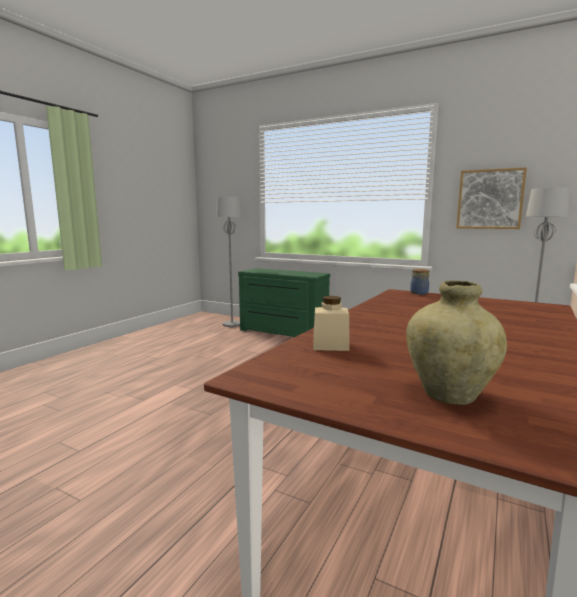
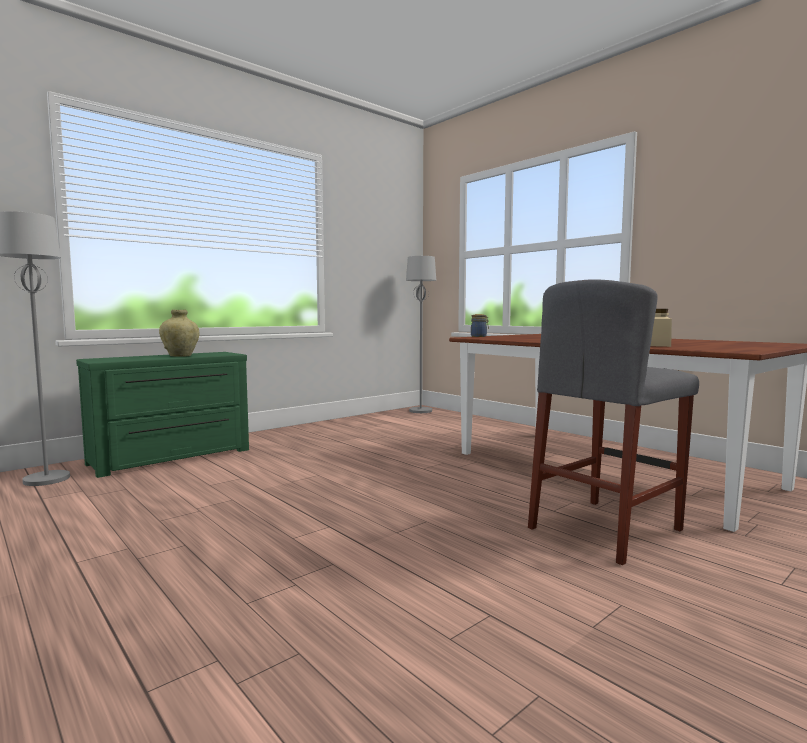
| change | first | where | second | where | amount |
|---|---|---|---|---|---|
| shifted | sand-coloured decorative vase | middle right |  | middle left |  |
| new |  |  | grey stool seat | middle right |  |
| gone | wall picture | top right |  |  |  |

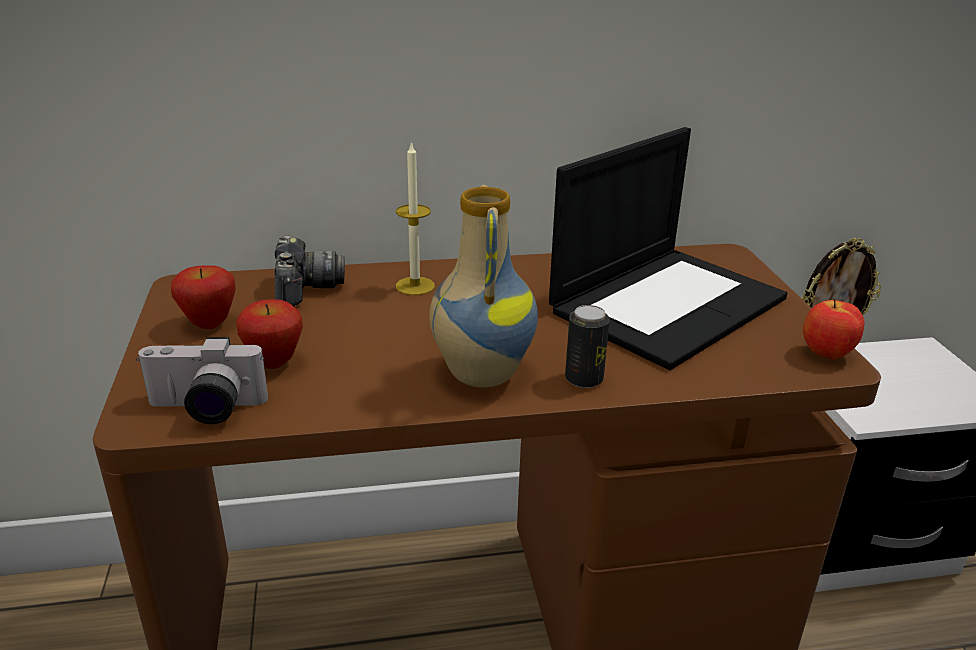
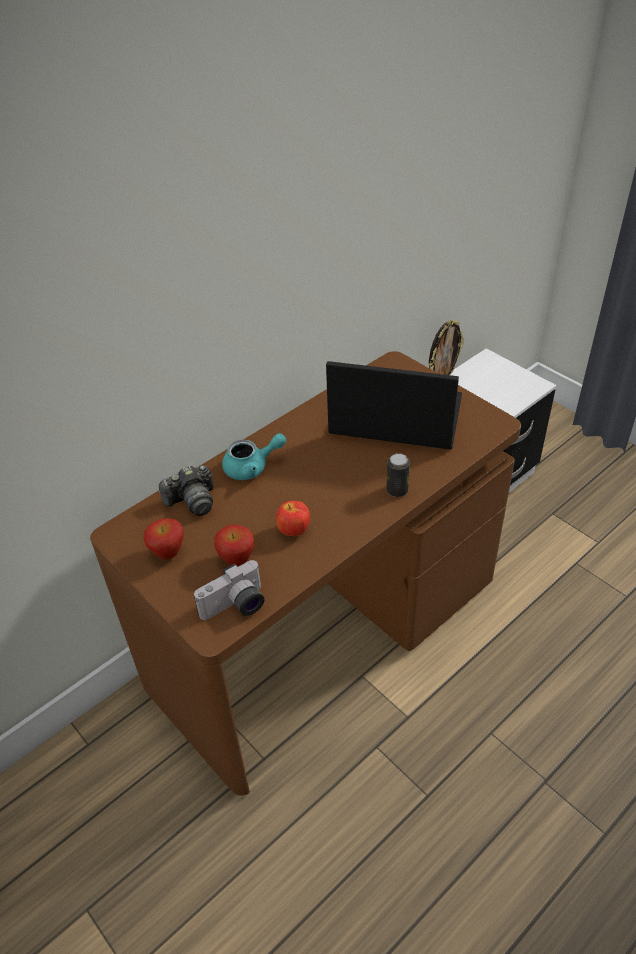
| change | first | where | second | where | amount |
|---|---|---|---|---|---|
| rotated | photo camera (no. 2 from left in the first image) | middle left | photo camera (no. 1 from left) | middle left | 105 degrees clockwise |
| swapped | wax light | centre | turquoise tea pot | centre |  |
| shifted | apple (no. 3 from left) | middle right |  | centre |  |
| rotated | laptop | middle right |  | centre | 90 degrees counterclockwise |
| gone | decorative vase | centre |  |  |  |

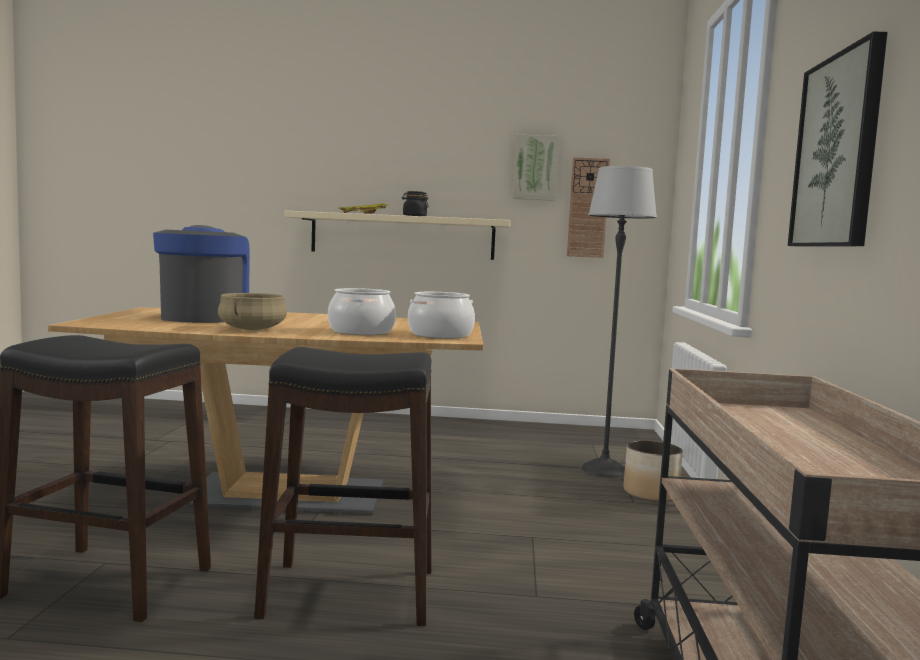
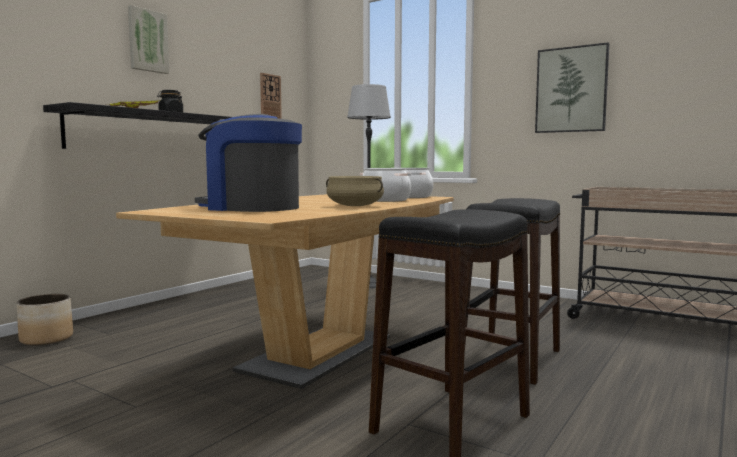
| change | first | where | second | where | amount |
|---|---|---|---|---|---|
| shifted | plant pot | bottom right |  | bottom left |  |
| repainted | sand-coloured bracket shelf | centre | black bracket shelf | top left |  |
| shifted | wall picture (no. 1 from left) | top centre |  | top left |  |

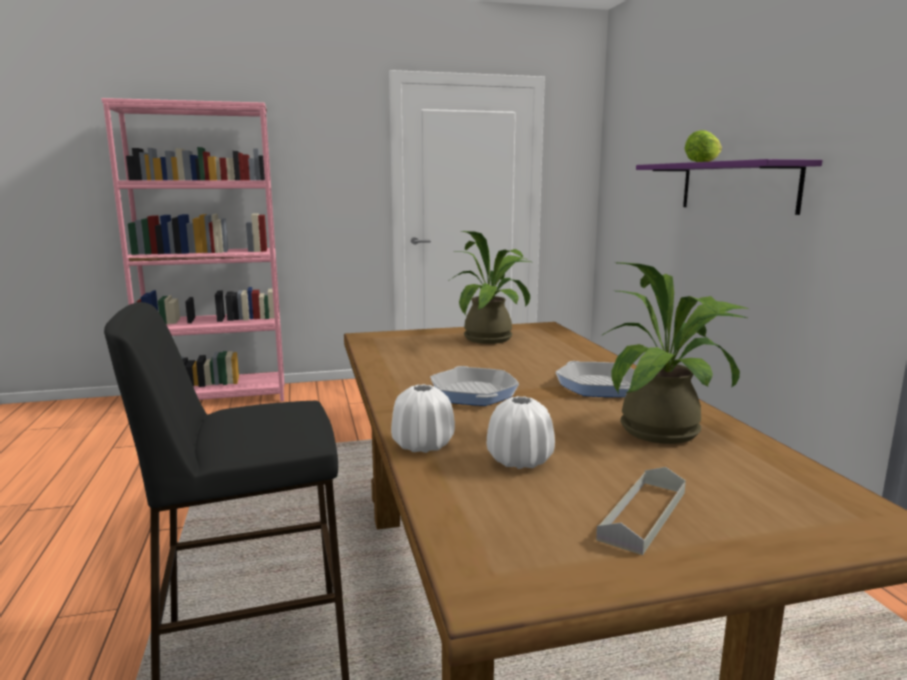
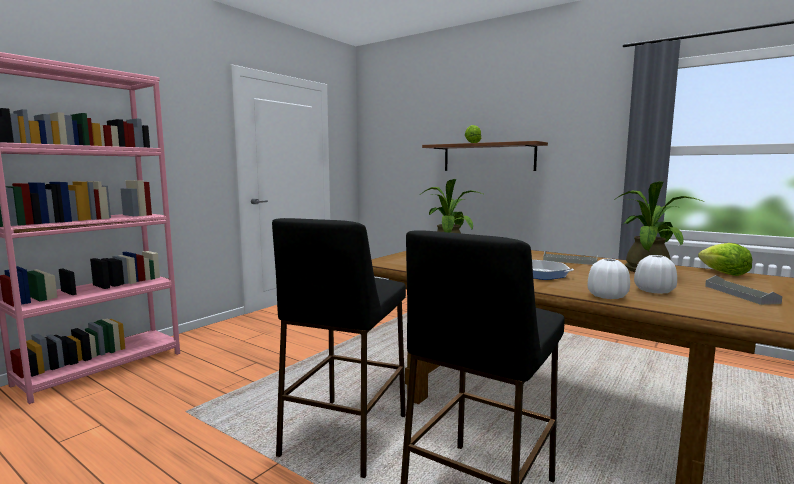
| change | first | where | second | where | amount |
|---|---|---|---|---|---|
| new |  |  | black stool seat (no. 1 from left) | bottom centre |  |
| repainted | purple-coloured bracket shelf | top right | brown bracket shelf | top centre |  |
| swapped | pan (no. 2 from left) | centre | grey serving tray (no. 1 from left) | middle right |  |
| new |  |  | lettuce head (no. 2 from left) | middle right |  |

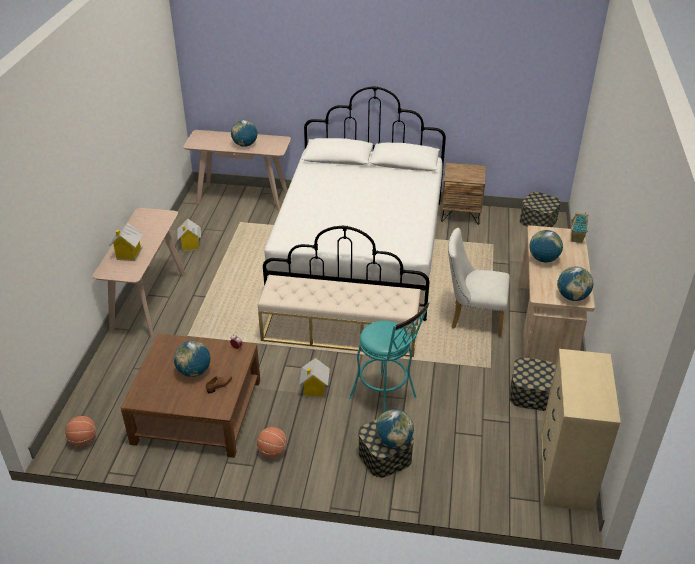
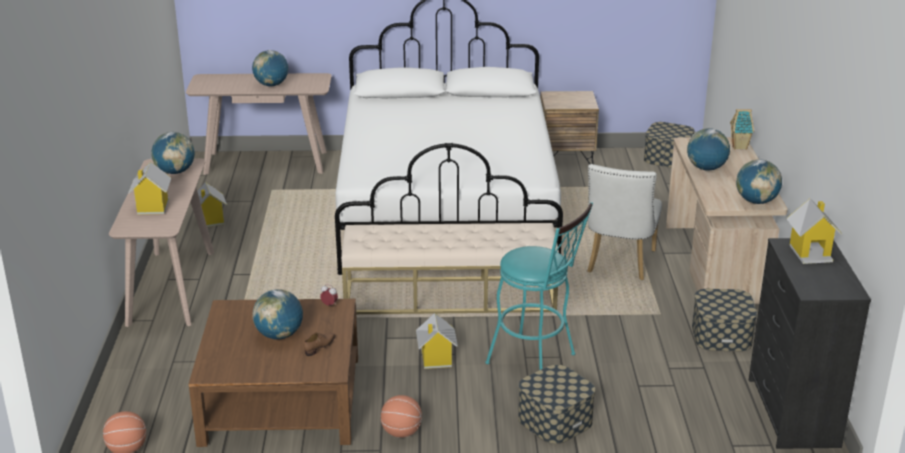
| change | first | where | second | where | amount |
|---|---|---|---|---|---|
| shifted | globe (no. 3 from left in the first image) | bottom centre | globe (no. 1 from left) | middle left |  |
| rotated | white-coloured plain chair | middle right |  | middle right | 75 degrees counterclockwise |
| repainted | sand-coloured drawer chest | bottom right | black drawer chest | bottom right |  |
| new |  |  | model house (no. 5 from left) | middle right |  |

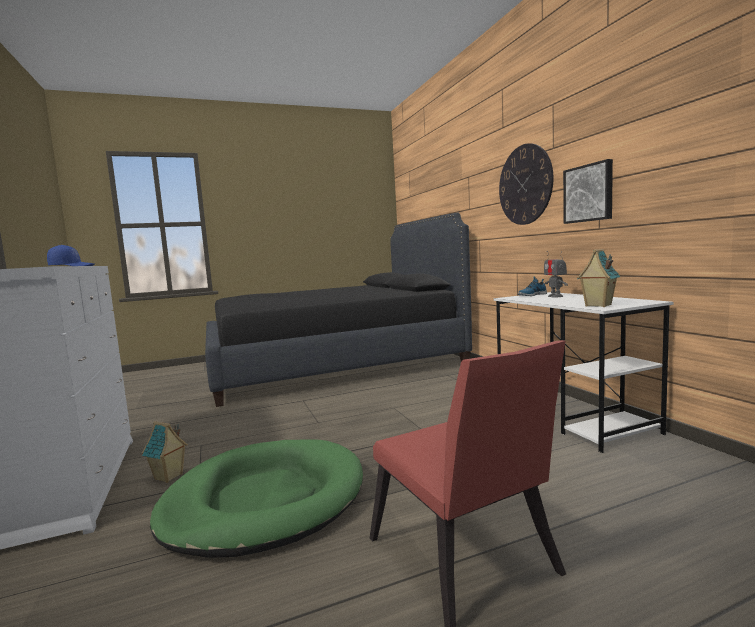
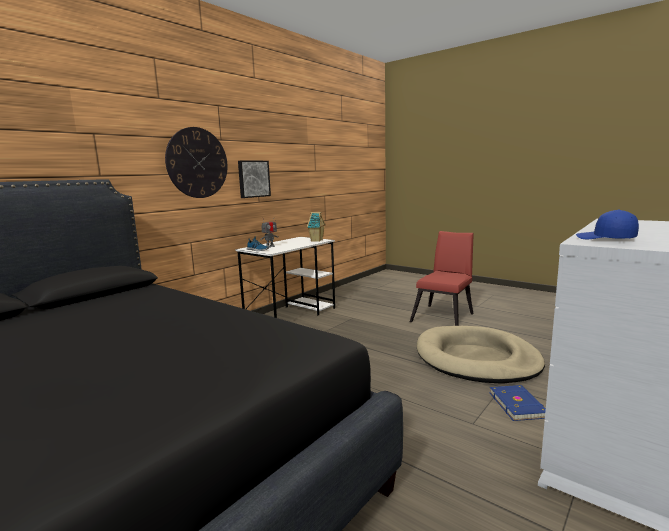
| change | first | where | second | where | amount |
|---|---|---|---|---|---|
| repainted | greenish dog cushion | bottom centre | sand-coloured dog cushion | bottom right |  |
| swapped | model house (no. 1 from left) | bottom left | bluish bound book | bottom right |  |

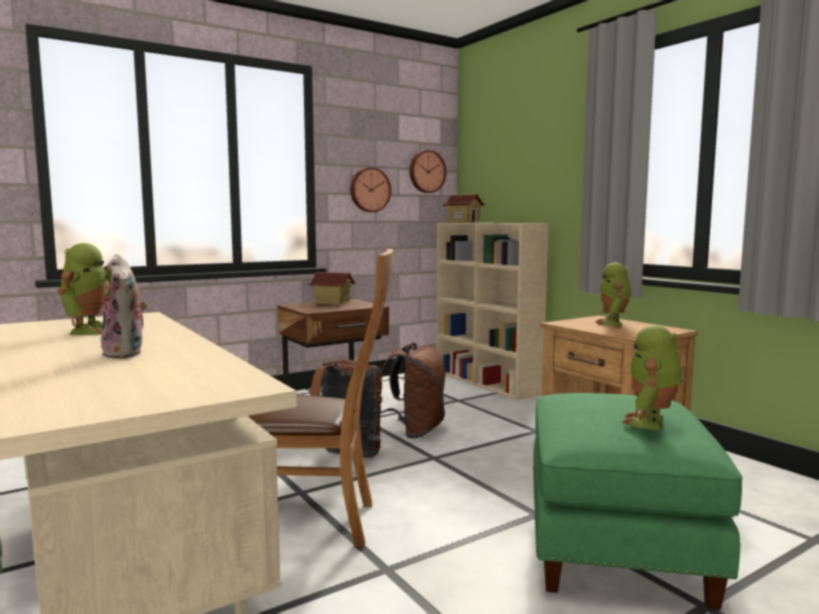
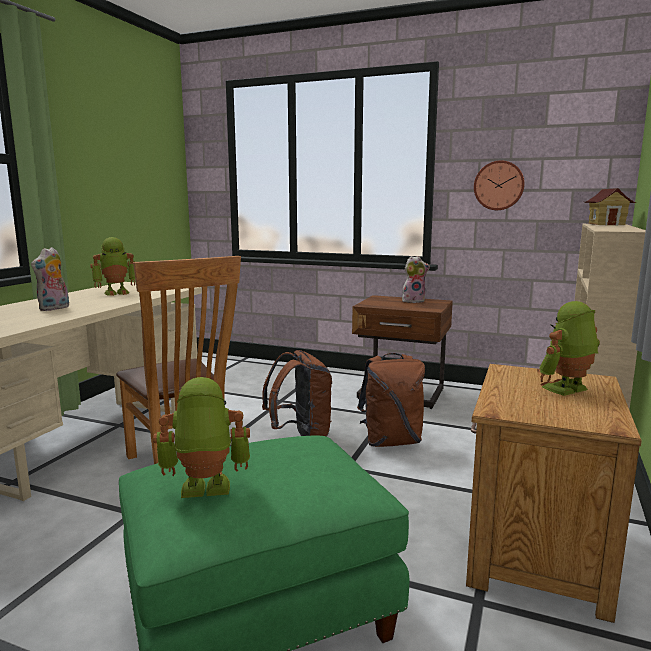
| change | first | where | second | where | amount |
|---|---|---|---|---|---|
| swapped | model house (no. 1 from left) | centre | cuddly toy (no. 2 from left) | centre |  |
| gone | hanging clock (no. 2 from left) | top centre |  |  |  |

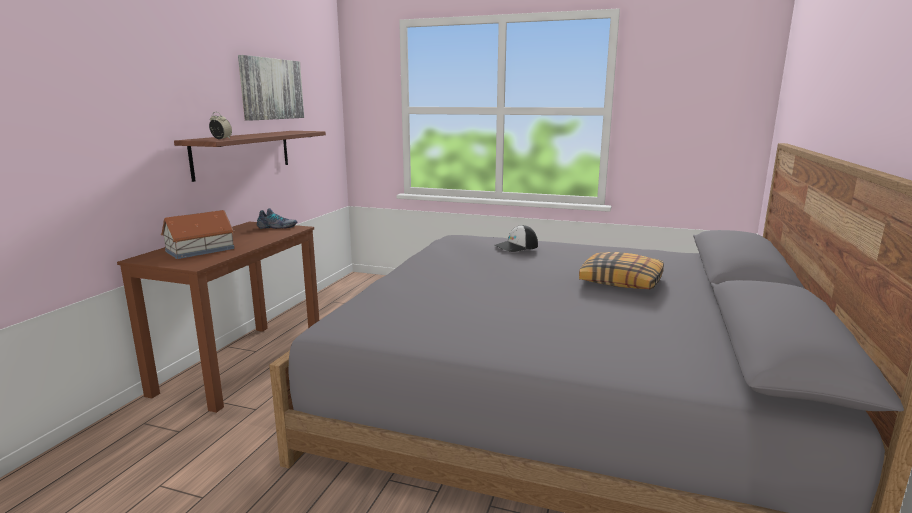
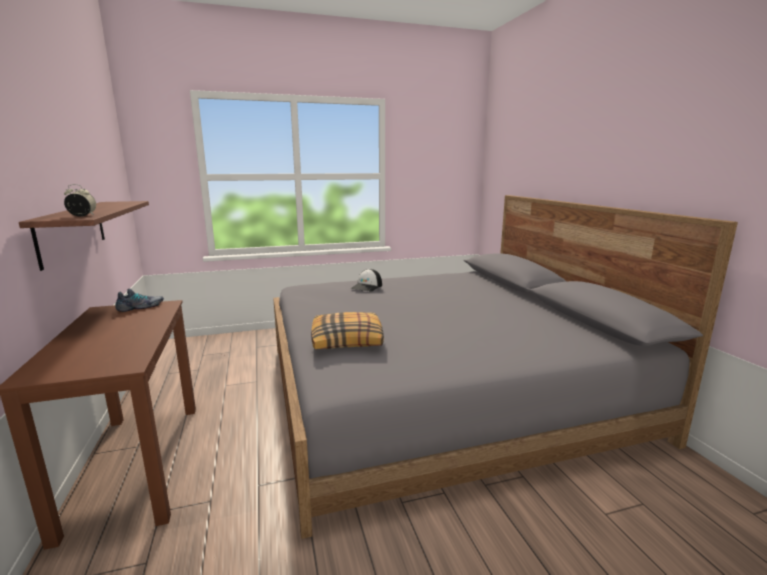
| change | first | where | second | where | amount |
|---|---|---|---|---|---|
| shifted | cushion | middle right |  | centre |  |
| gone | model house | middle left |  |  |  |
| gone | wall picture | top left |  |  |  |

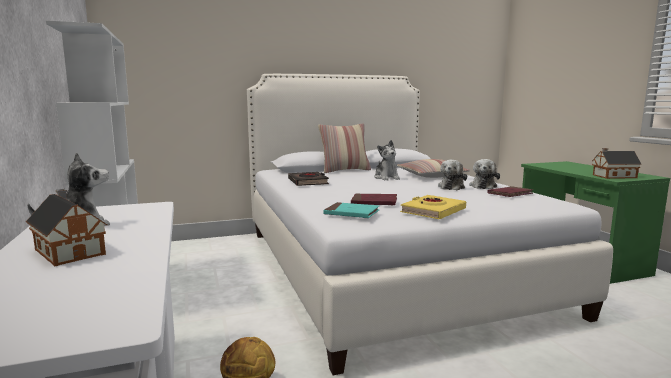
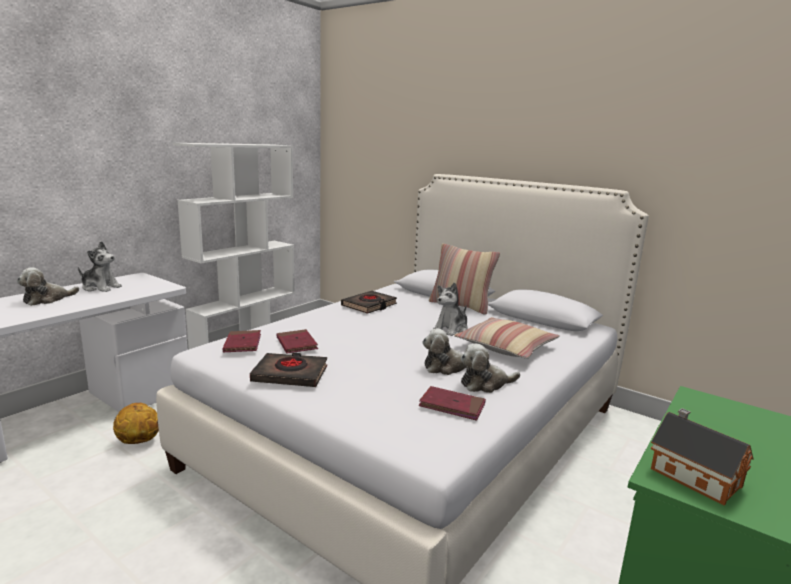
| change | first | where | second | where | amount |
|---|---|---|---|---|---|
| swapped | model house (no. 1 from left) | middle left | cuddly toy (no. 1 from left) | middle left |  |
| repainted | turquoise bound book | centre | red bound book (no. 1 from left) | middle left |  |
| repainted | yellowish bound book | centre | black bound book (no. 1 from left) | centre |  |

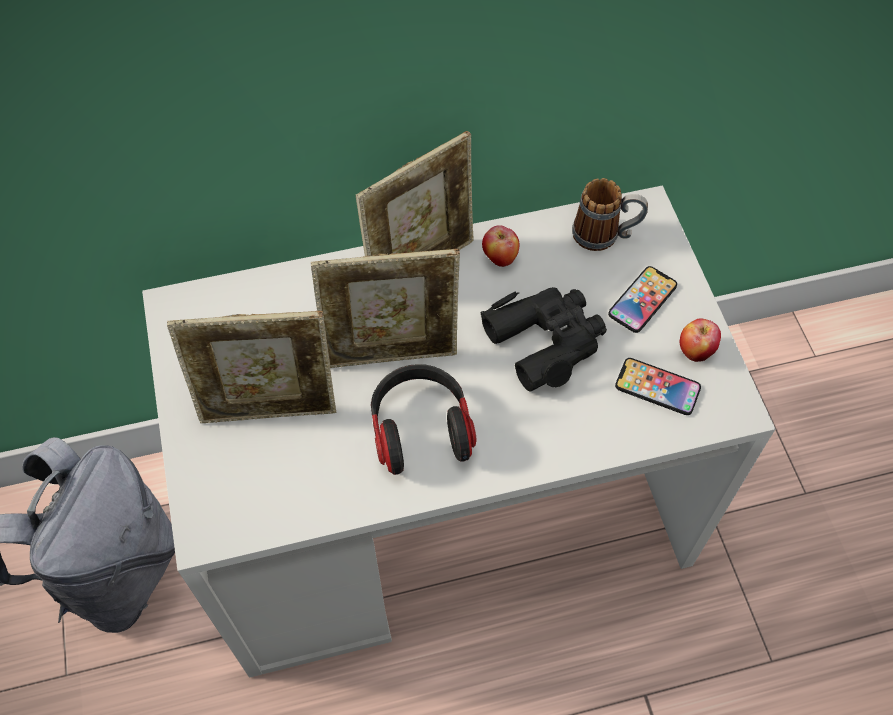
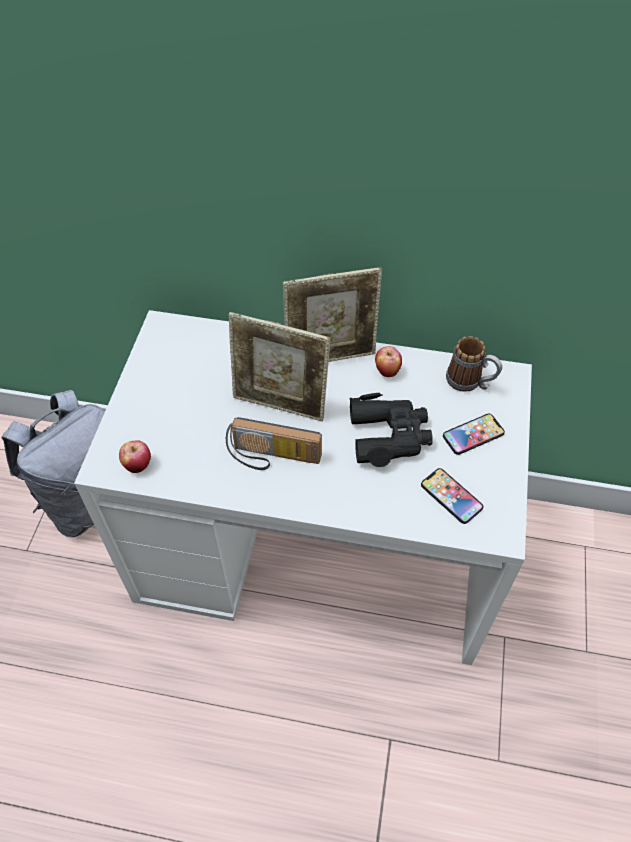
| change | first | where | second | where | amount |
|---|---|---|---|---|---|
| shifted | apple (no. 2 from left in the first image) | middle right | apple (no. 1 from left) | middle left |  |
| swapped | headphones | centre | radio set | centre |  |
| gone | photo frame (no. 1 from left) | middle left |  |  |  |

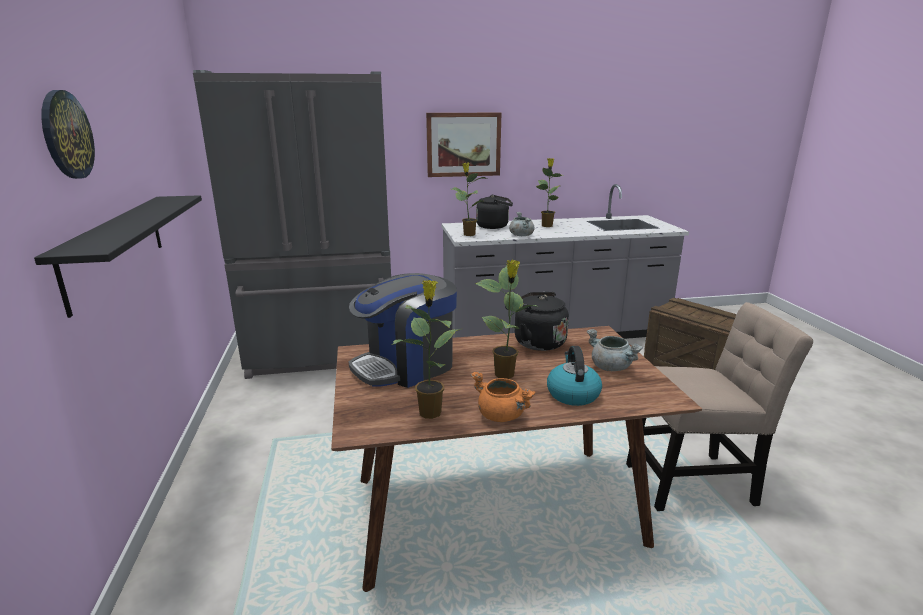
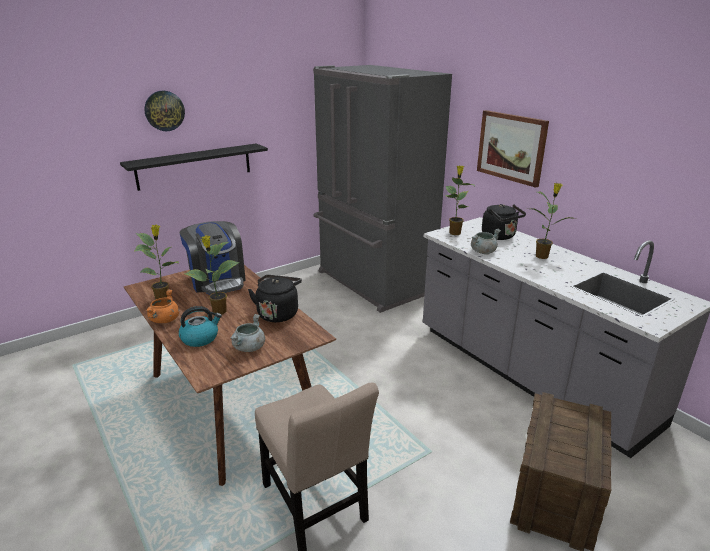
| change | first | where | second | where | amount |
|---|---|---|---|---|---|
| rotated | coffee machine | centre |  | middle left | 150 degrees counterclockwise |

